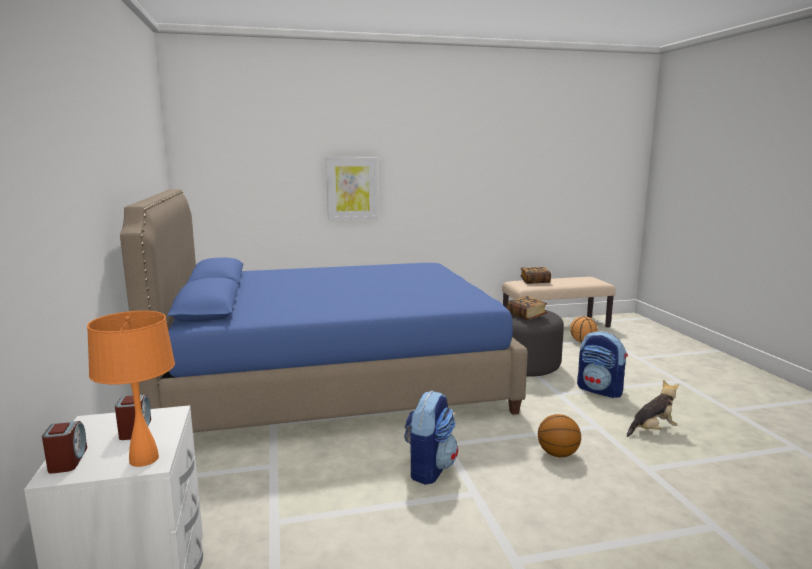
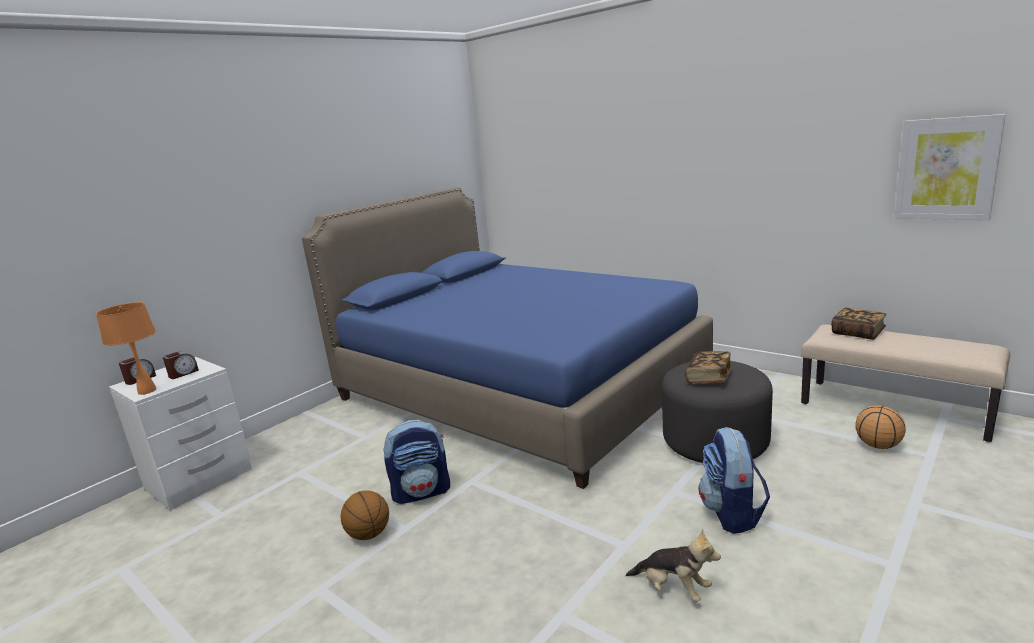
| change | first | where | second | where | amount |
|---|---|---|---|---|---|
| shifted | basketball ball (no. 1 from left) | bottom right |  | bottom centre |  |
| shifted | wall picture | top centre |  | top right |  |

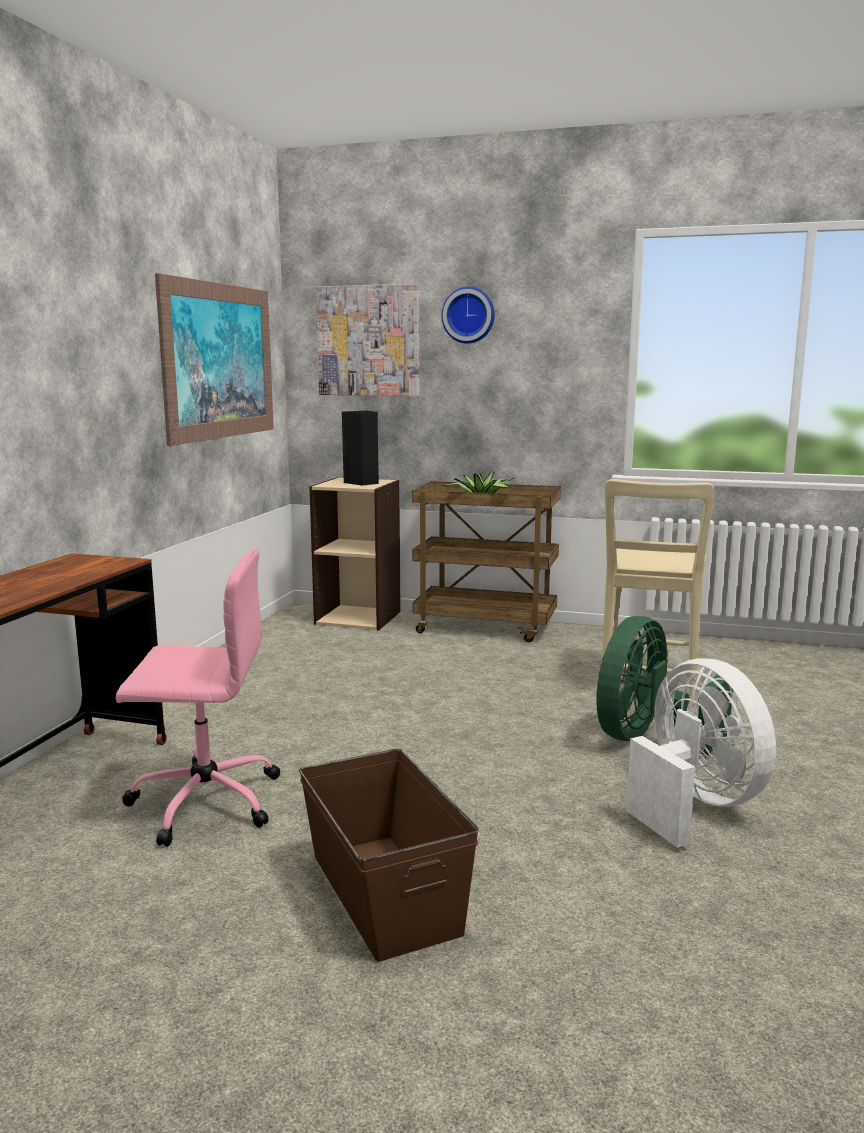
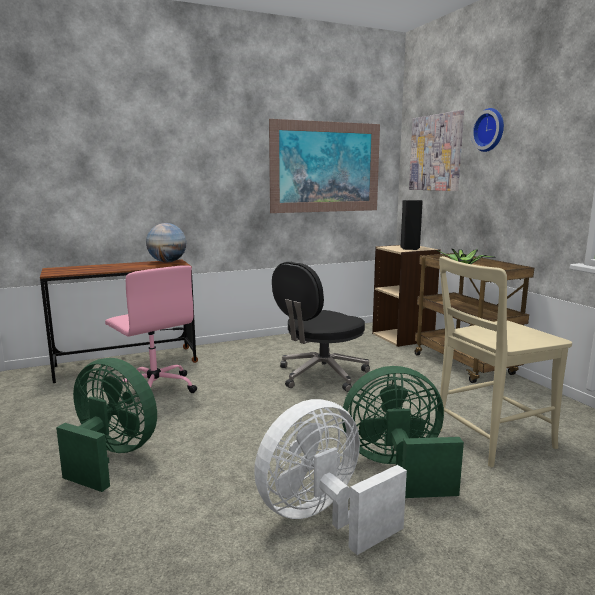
| change | first | where | second | where | amount |
|---|---|---|---|---|---|
| swapped | brown storage container | bottom centre | greenish cooling fan (no. 1 from left) | bottom left |  |
| new |  |  | globe | middle left |  |
| rotated | white-coloured cooling fan | middle right |  | bottom centre | 150 degrees counterclockwise |
| new |  |  | black desk chair | centre |  |

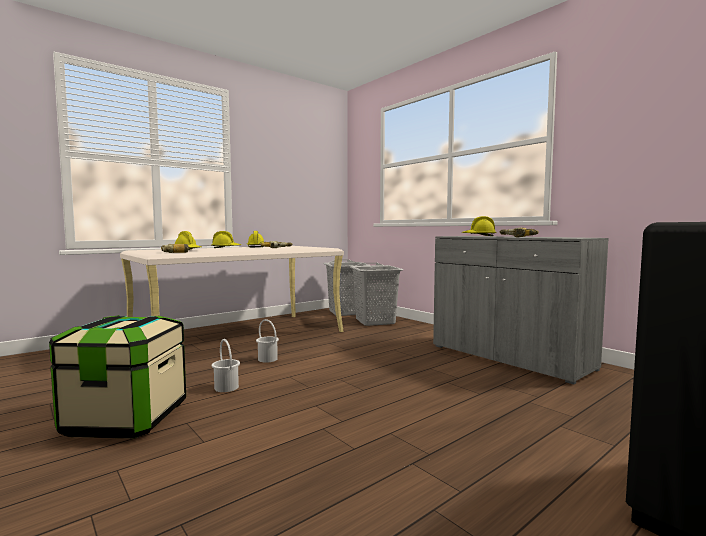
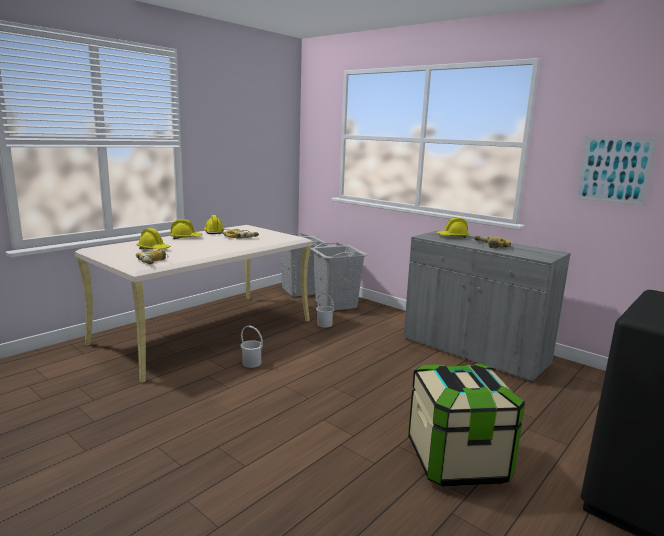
| change | first | where | second | where | amount |
|---|---|---|---|---|---|
| shifted | white-coloured pail (no. 1 from left in the first image) | bottom left | white-coloured pail (no. 2 from left) | centre |  |
| shifted | storage container | bottom left |  | bottom right |  |
| new |  |  | wall picture | top right |  |

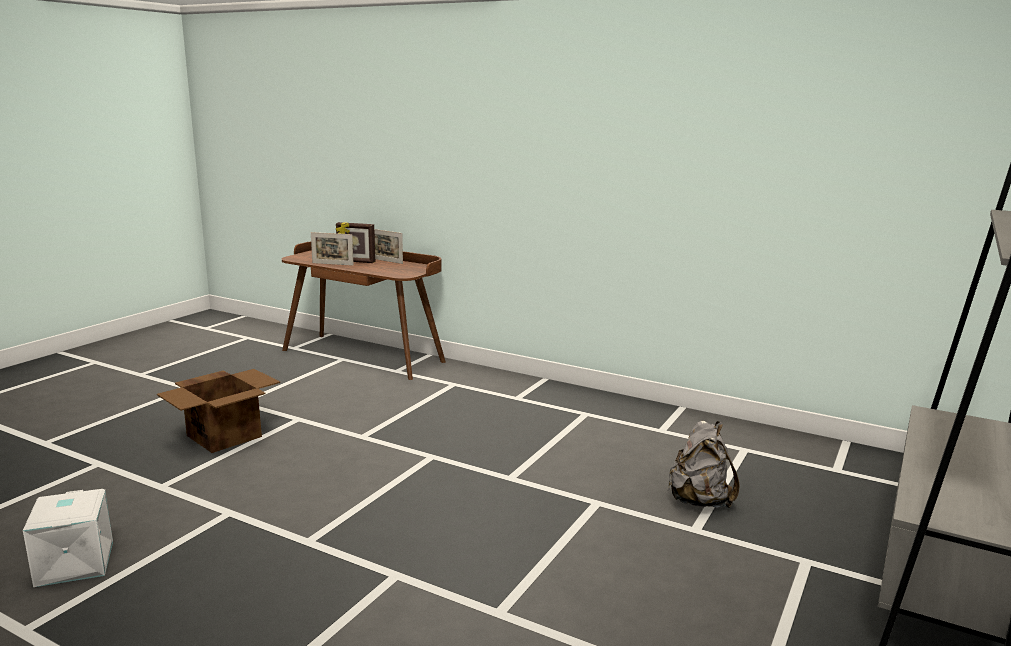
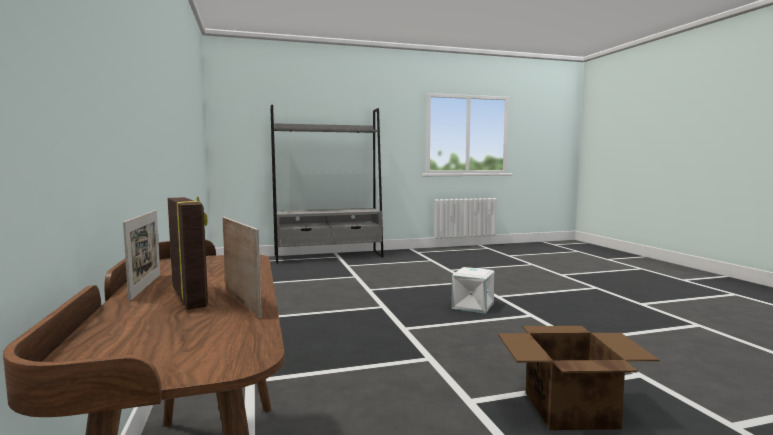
| change | first | where | second | where | amount |
|---|---|---|---|---|---|
| shifted | white-coloured storage container | bottom left |  | bottom centre |  |
| gone | grey rucksack | bottom right |  |  |  |

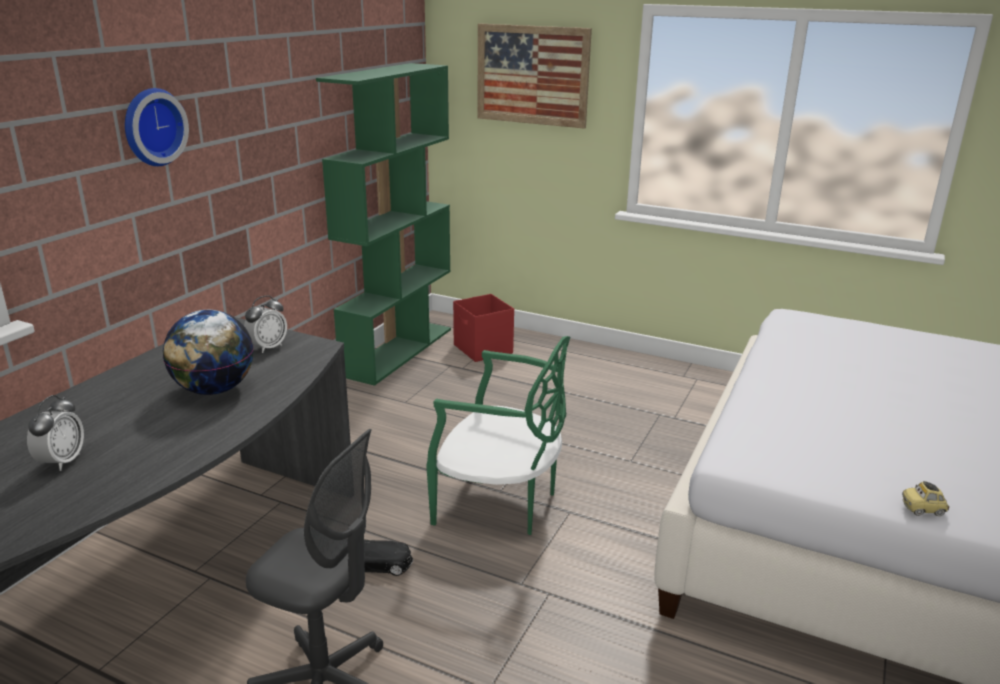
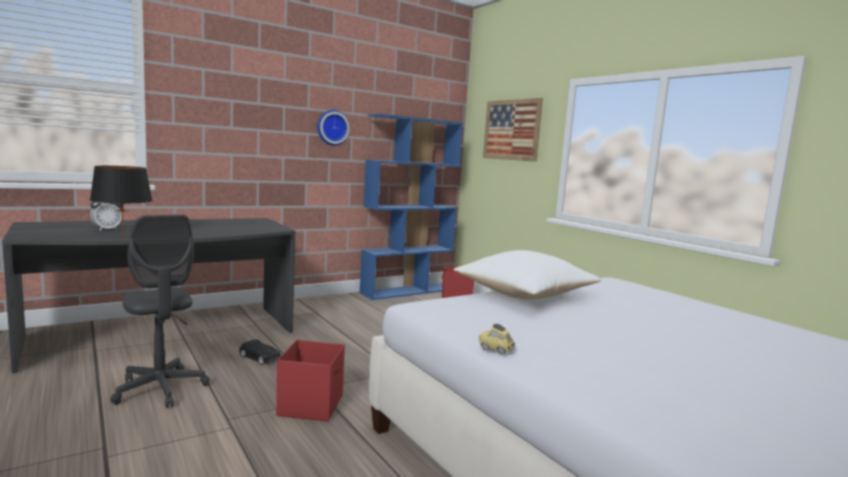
| change | first | where | second | where | amount |
|---|---|---|---|---|---|
| new |  |  | black tabletop lamp | middle left |  |
| new |  |  | red storage container (no. 1 from left) | bottom centre |  |
| shifted | hanging clock | top left |  | top centre |  |
| repainted | greenish bookcase | top centre | bluish bookcase | centre |  |
| new |  |  | white-coloured cushion | centre |  |
| gone | globe | middle left |  |  |  |
| gone | table clock (no. 2 from left) | middle left |  |  |  |
| gone | greenish plain chair | centre |  |  |  |

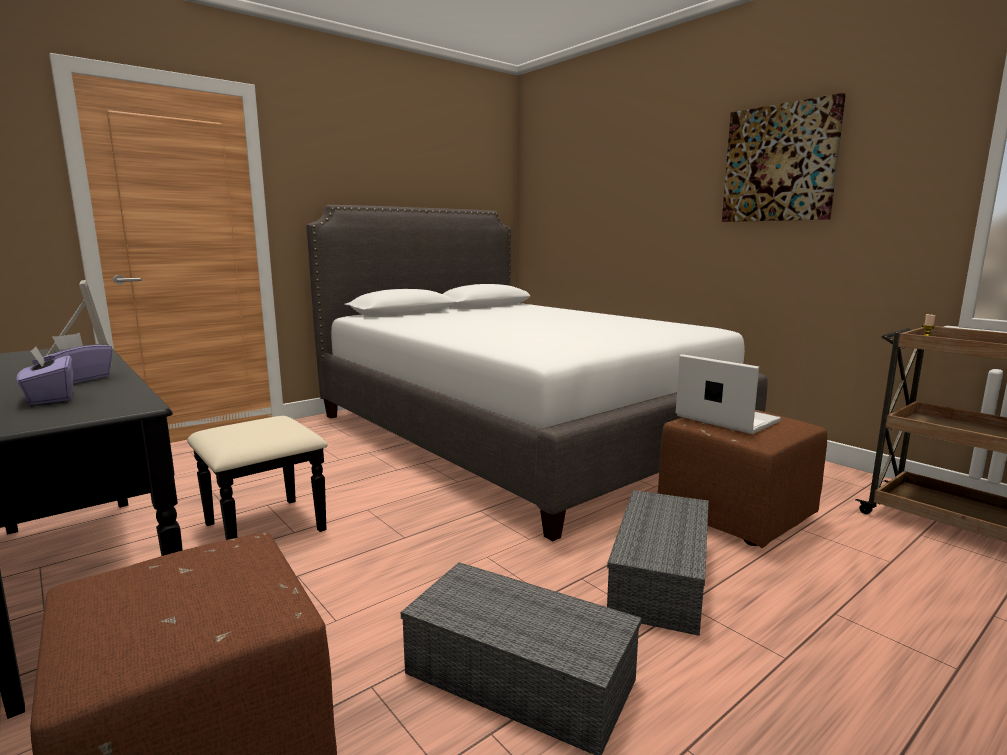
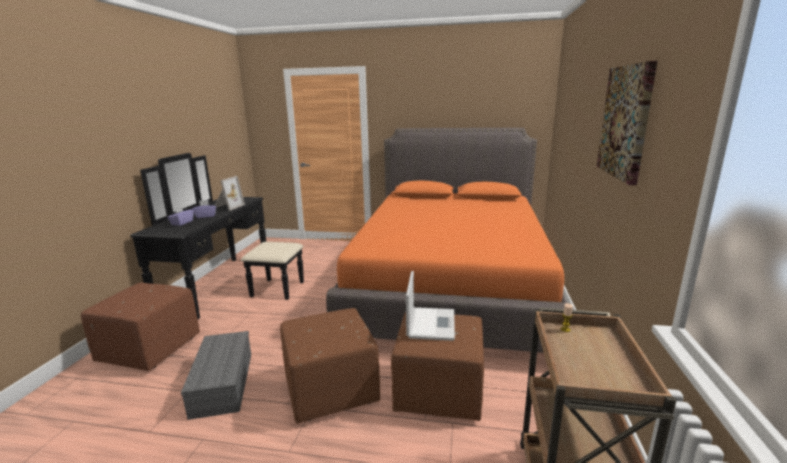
| change | first | where | second | where | amount |
|---|---|---|---|---|---|
| swapped | grey storage container (no. 2 from left) | bottom centre | brown ottoman (no. 2 from left) | bottom centre |  |
| repainted | white-coloured bed | centre | orangey bed | centre |  |

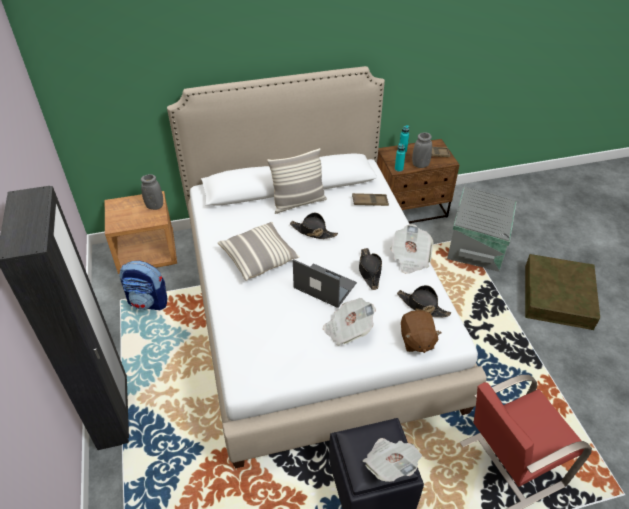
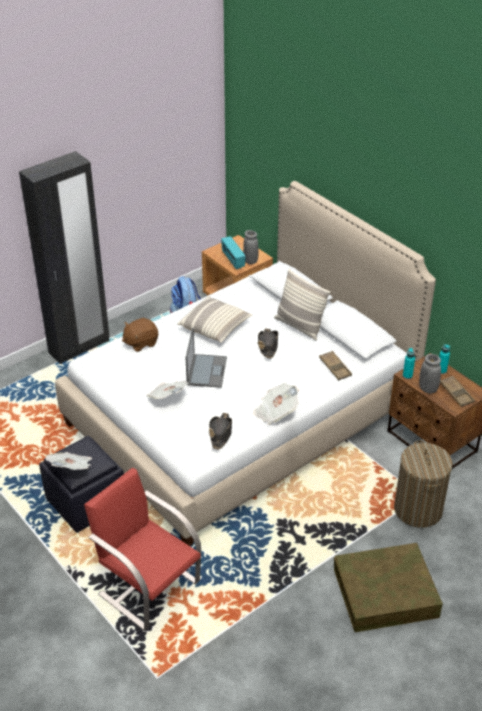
| change | first | where | second | where | amount |
|---|---|---|---|---|---|
| shifted | brown cuddly toy | middle right |  | middle left |  |
| new |  |  | radio set | centre |  |
| swapped | grey storage container | middle right | hamper | bottom right |  |
| gone | black hat (no. 2 from left) | centre |  |  |  |

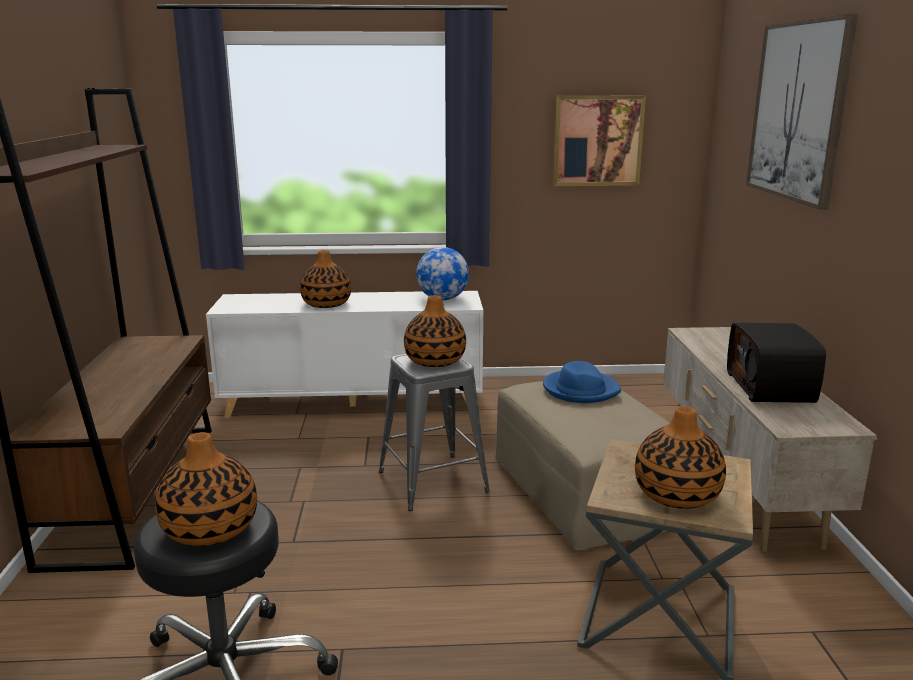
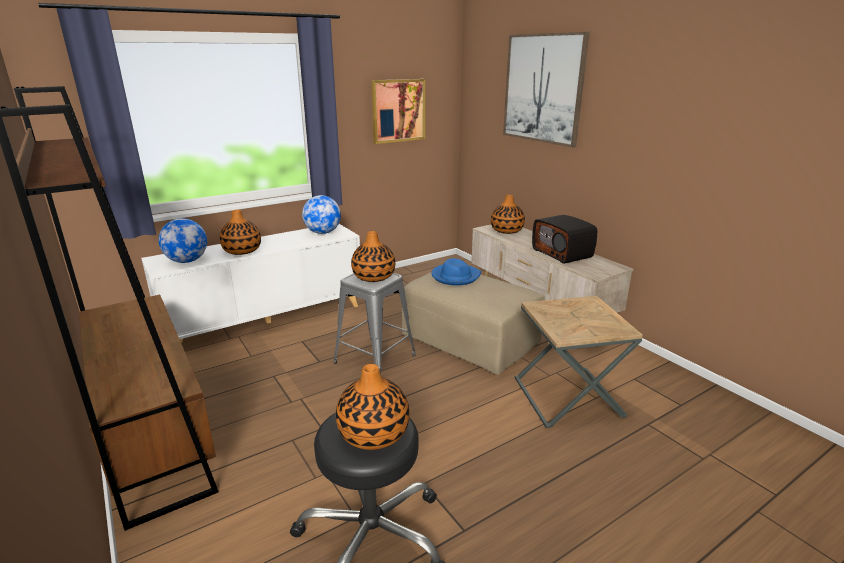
| change | first | where | second | where | amount |
|---|---|---|---|---|---|
| new |  |  | globe (no. 1 from left) | middle left |  |
| shifted | decorative vase (no. 4 from left) | bottom right |  | centre |  |

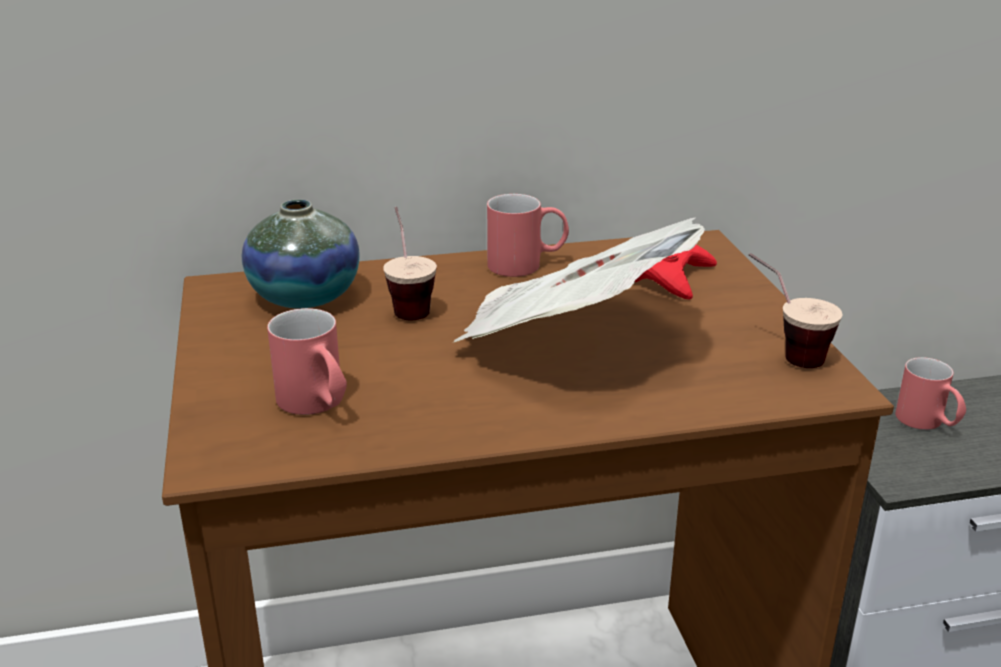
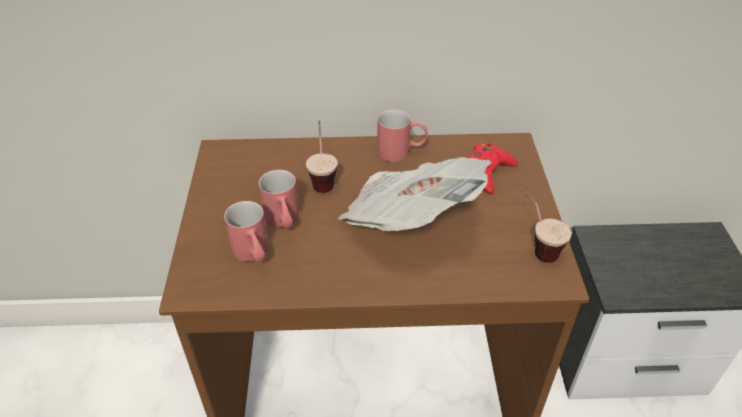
| change | first | where | second | where | amount |
|---|---|---|---|---|---|
| shifted | red tea mug (no. 3 from left in the first image) | middle right | red tea mug (no. 2 from left) | centre |  |
| gone | decorative vase | middle left |  |  |  |

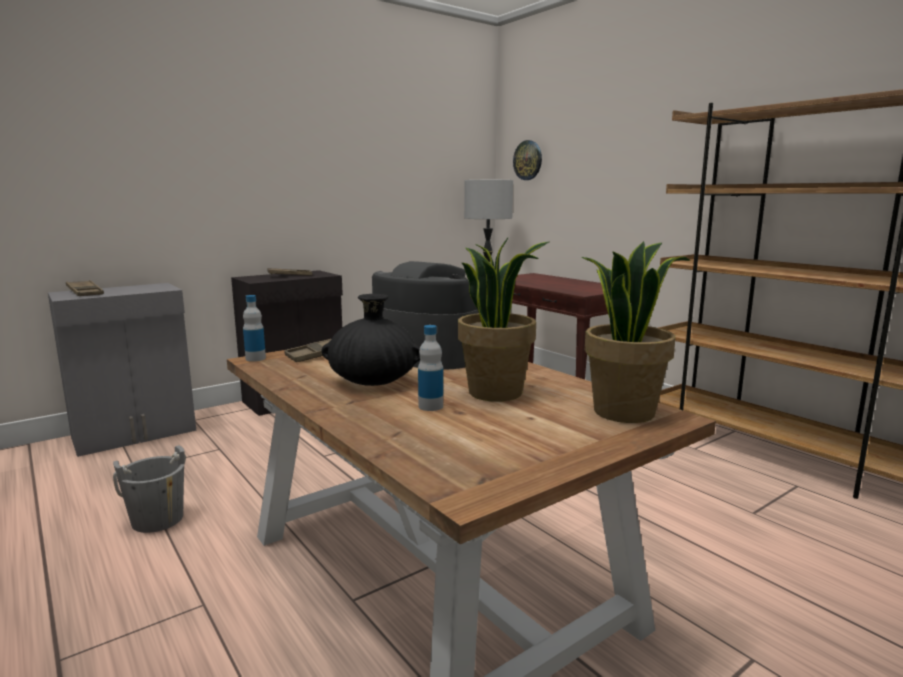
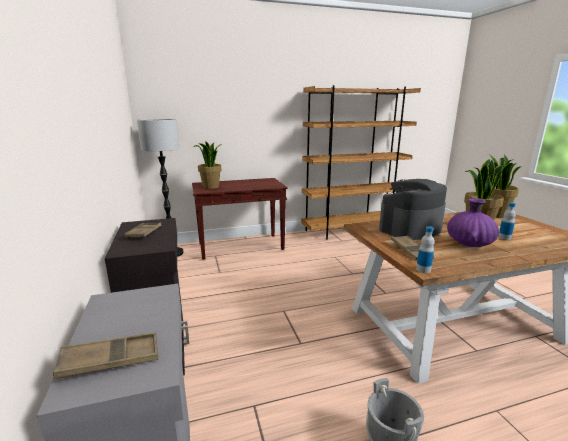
| change | first | where | second | where | amount |
|---|---|---|---|---|---|
| new |  |  | houseplant (no. 1 from left) | centre |  |
| repainted | black decorative vase | centre | purple-coloured decorative vase | middle right |  |
| gone | hanging clock | top centre |  |  |  |

